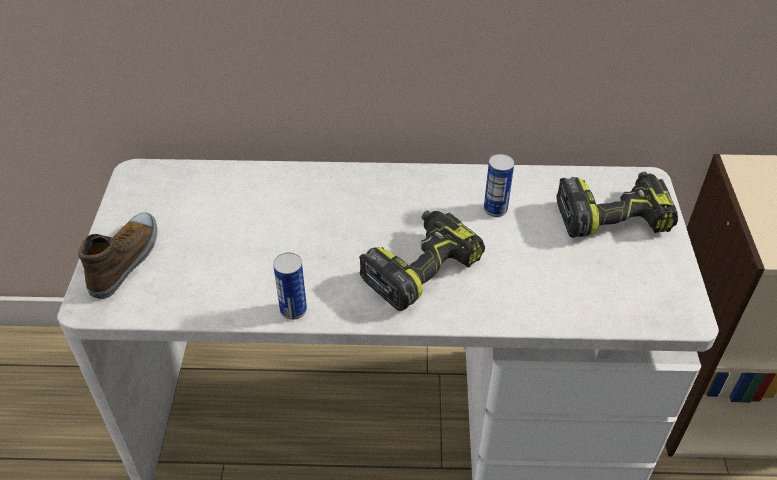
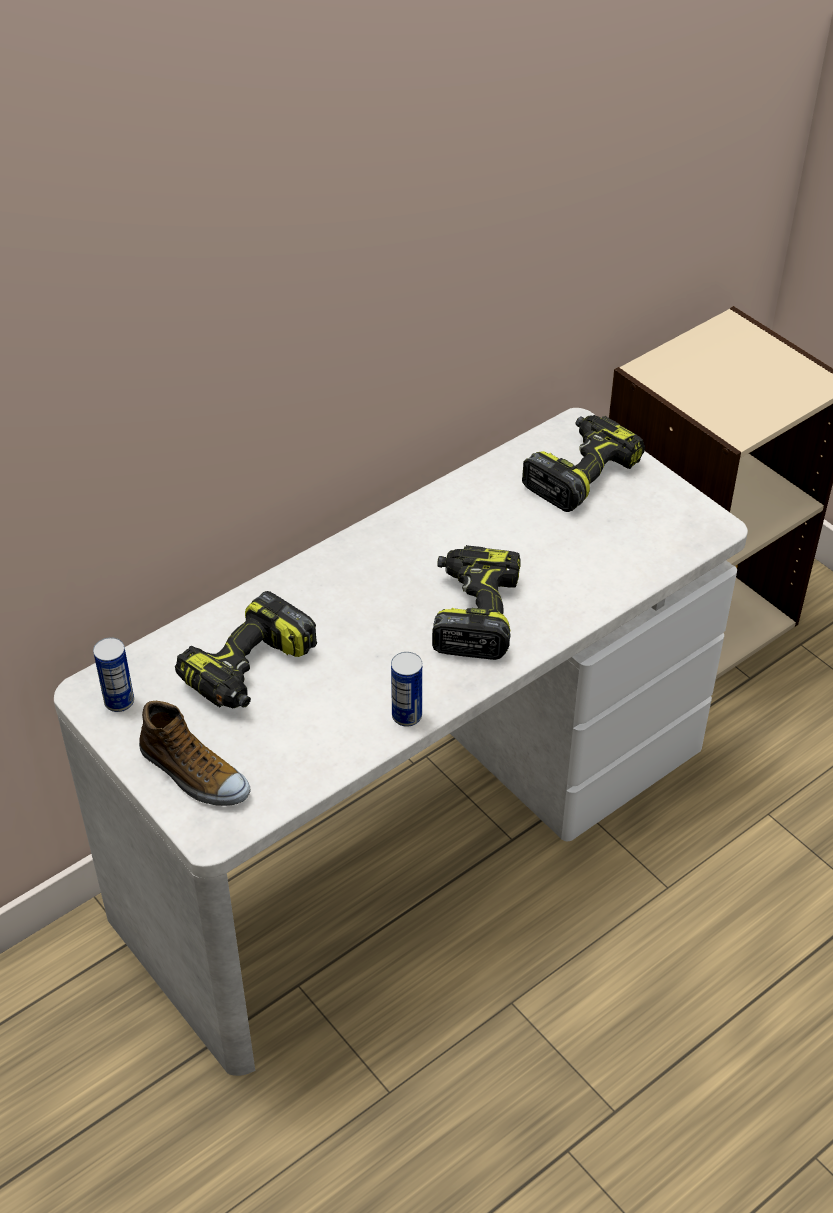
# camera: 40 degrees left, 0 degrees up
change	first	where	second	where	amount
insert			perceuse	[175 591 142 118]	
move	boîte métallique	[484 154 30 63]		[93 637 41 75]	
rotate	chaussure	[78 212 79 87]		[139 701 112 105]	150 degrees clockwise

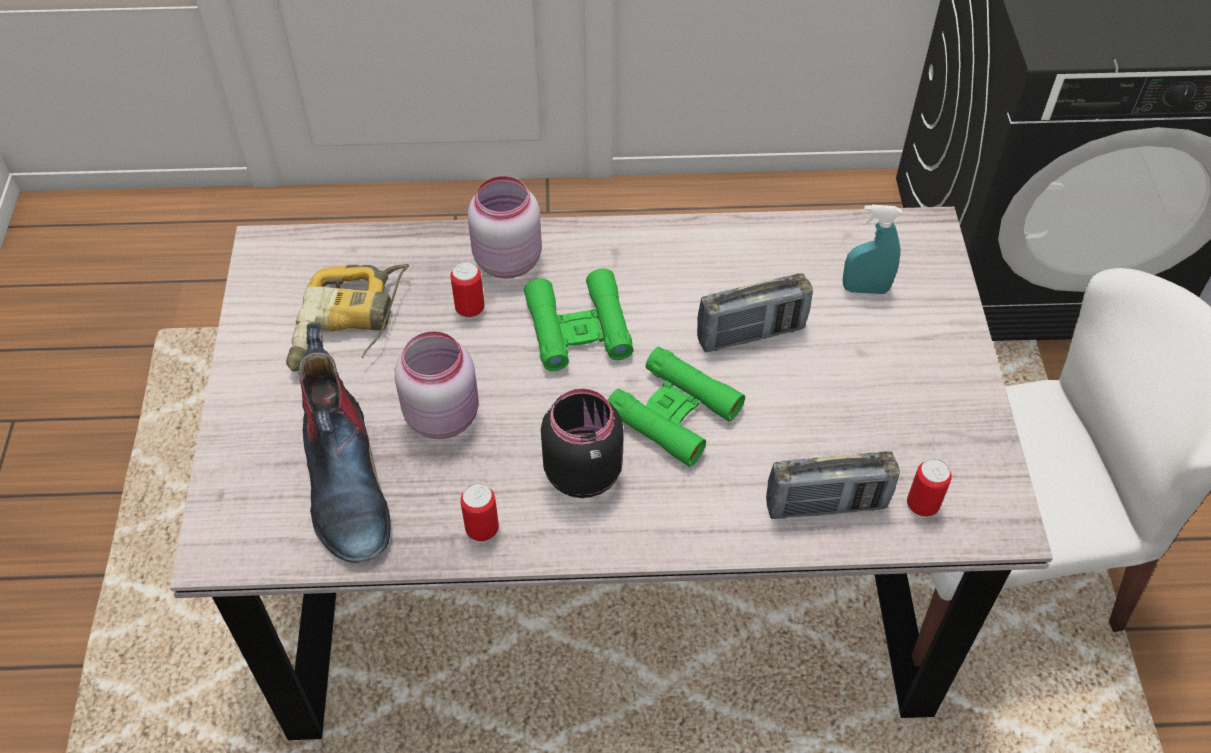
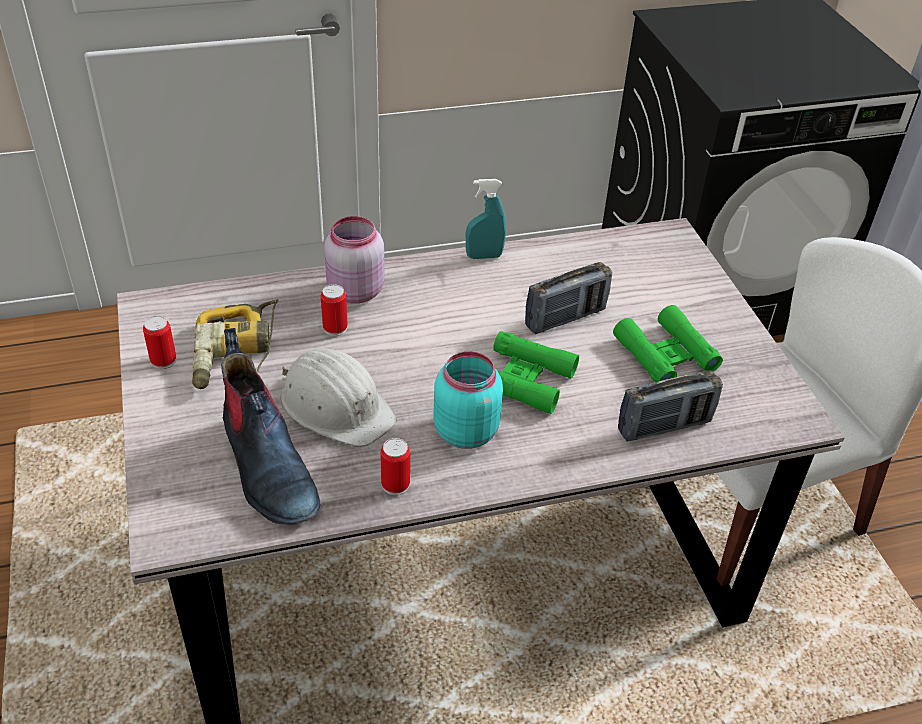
# camera: 15 degrees left, 10 degrees down
change	first	where	second	where	amount
move	jumelles [vert]	[524 269 109 102]		[613 305 110 77]	
move	vaporisateur [turquoise]	[843 205 59 89]		[466 179 40 80]	
move	boîte métallique	[907 458 45 61]		[143 316 33 53]	
replace	bocal [rose]	[395 331 84 108]	casque de chantier [blanc]	[280 349 117 98]	
recolor	bocal [noir]	[541 388 83 110]	bocal [turquoise]	[433 351 70 98]	

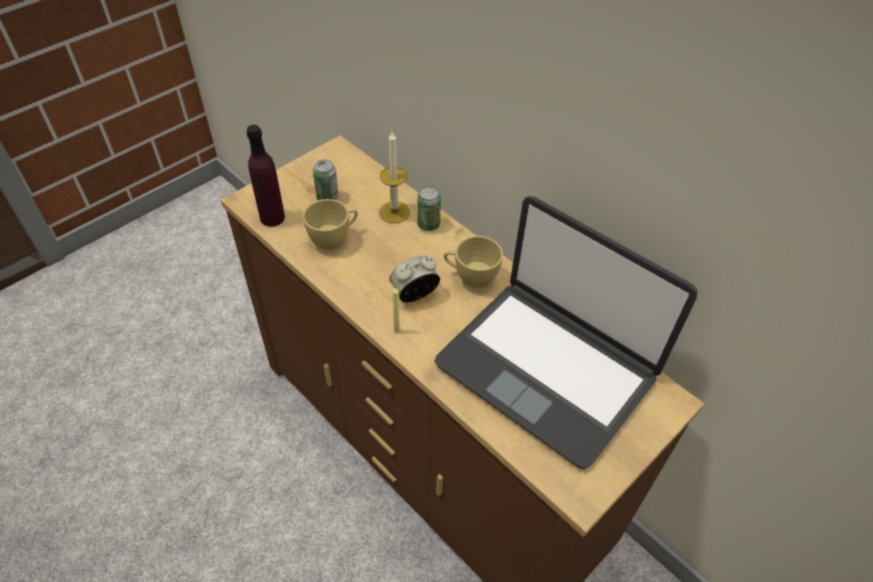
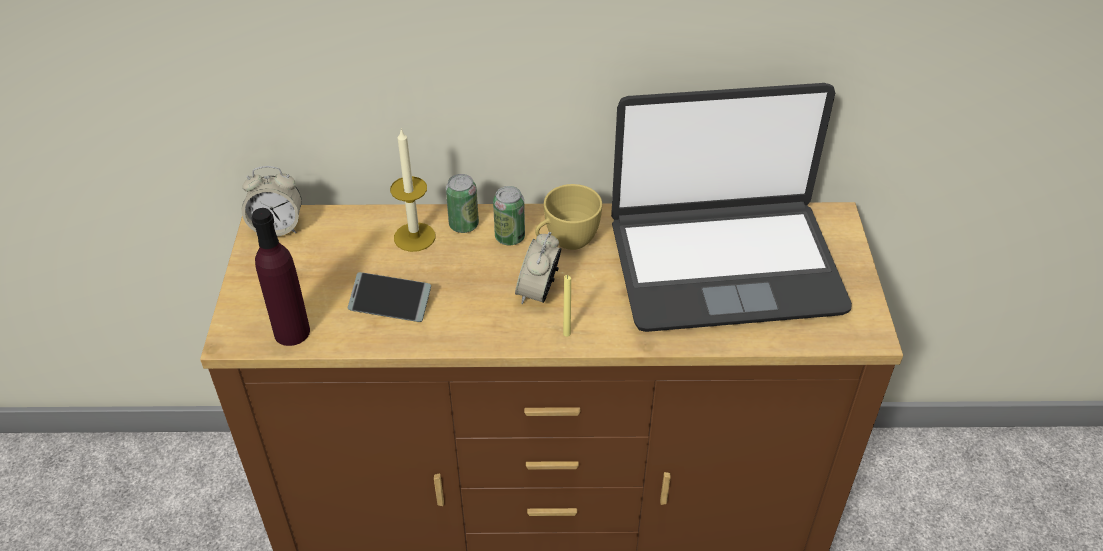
# camera: 45 degrees left, 5 degrees down
change	first	where	second	where	amount
insert			réveil	[242 166 60 70]	
move	boîte métallique	[313 160 26 40]		[493 186 32 59]	
replace	tasse [jaune]	[303 199 55 51]	téléphone	[348 272 83 50]	

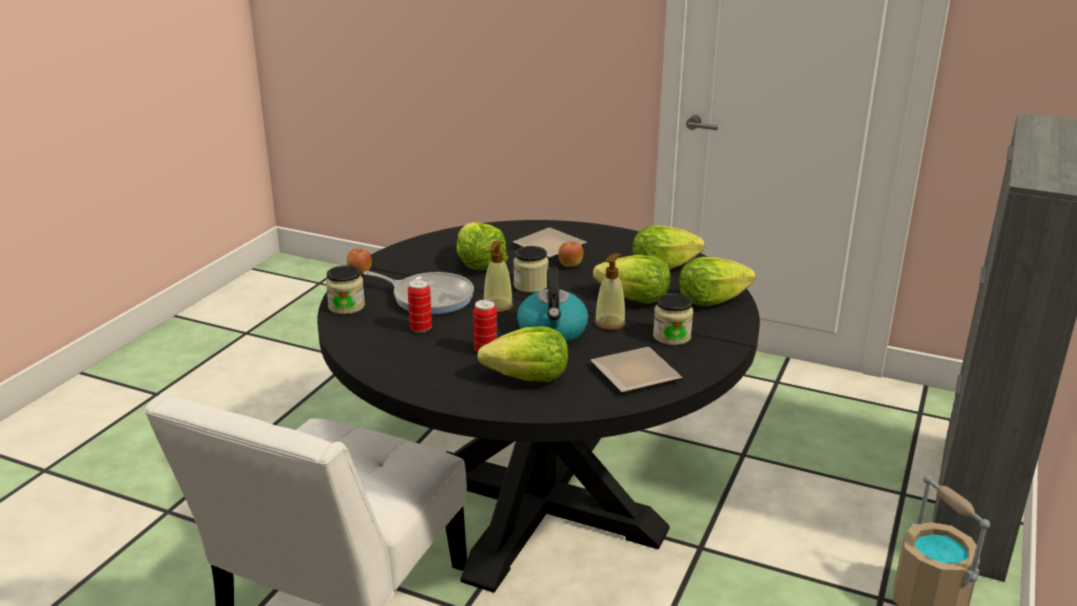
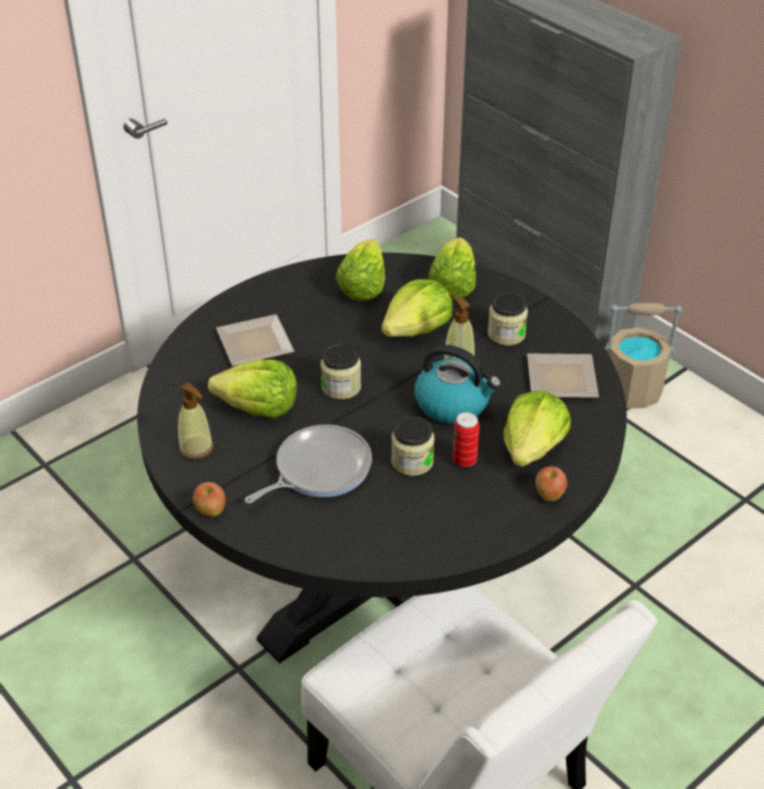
# camera: 65 degrees left, 15 degrees up
change	first	where	second	where	amount
delete	boîte métallique	[408 279 24 54]			
move	bocal	[326 265 39 49]		[391 416 44 60]	
move	distributeur de savon	[484 241 29 72]		[178 383 36 77]	
move	pomme	[558 242 26 25]		[536 466 31 36]	

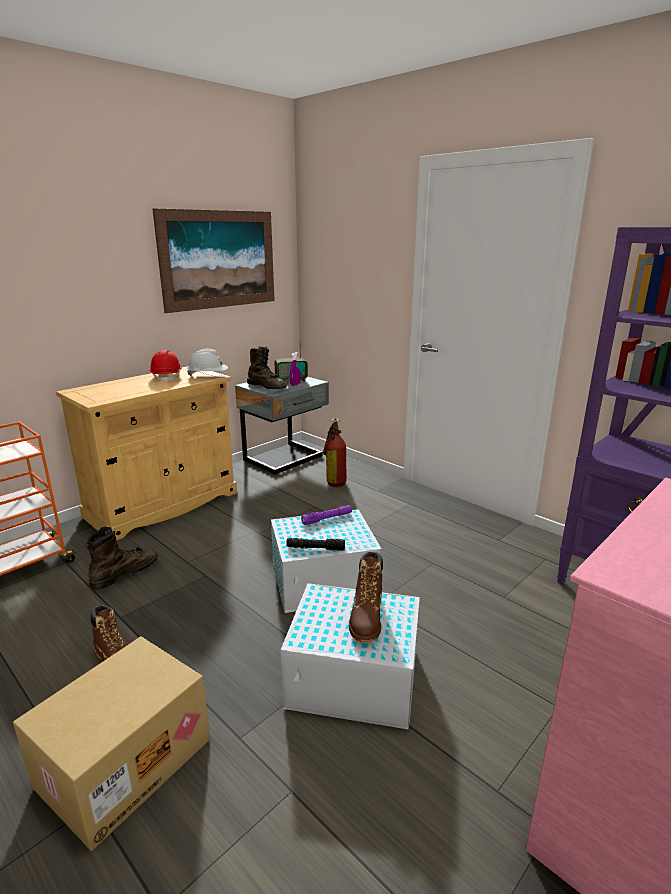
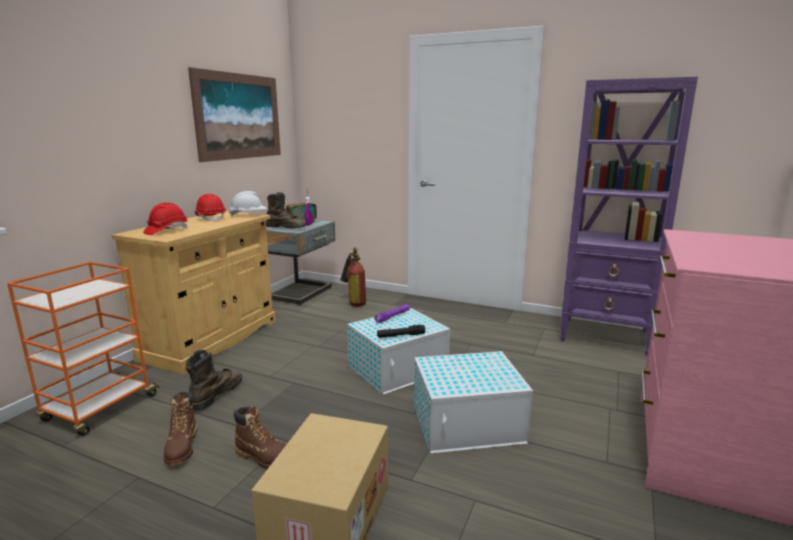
# camera: 20 degrees left, 5 degrees down
change	first	where	second	where	amount
insert			casque de chantier [rouge]	[143 202 45 33]	
move	botte [marron]	[349 552 34 90]		[164 391 33 75]	

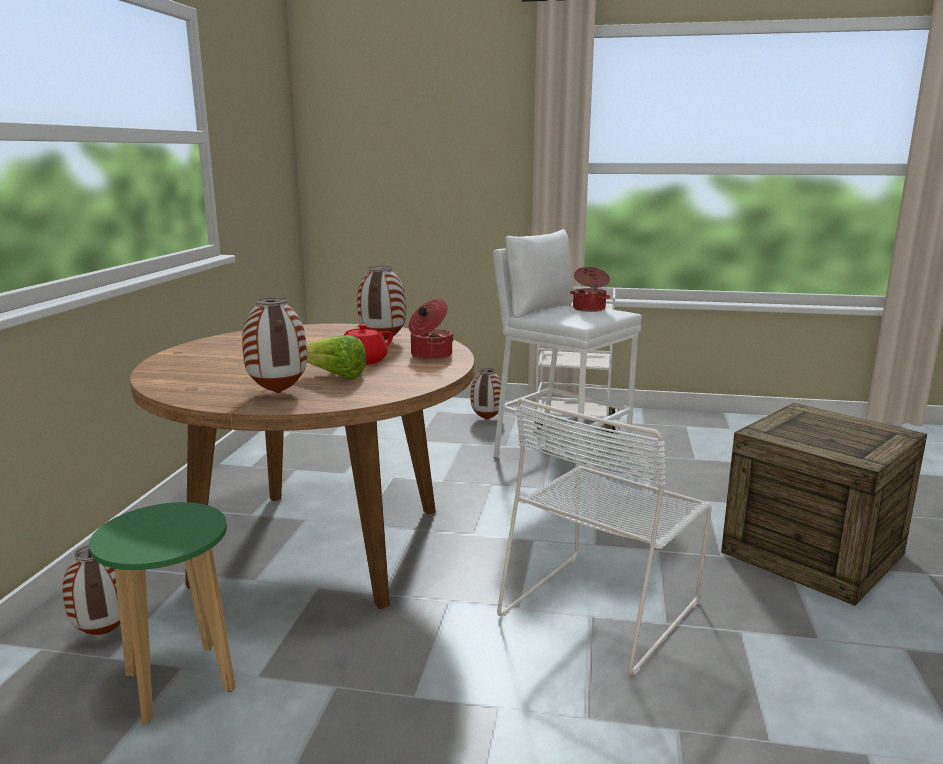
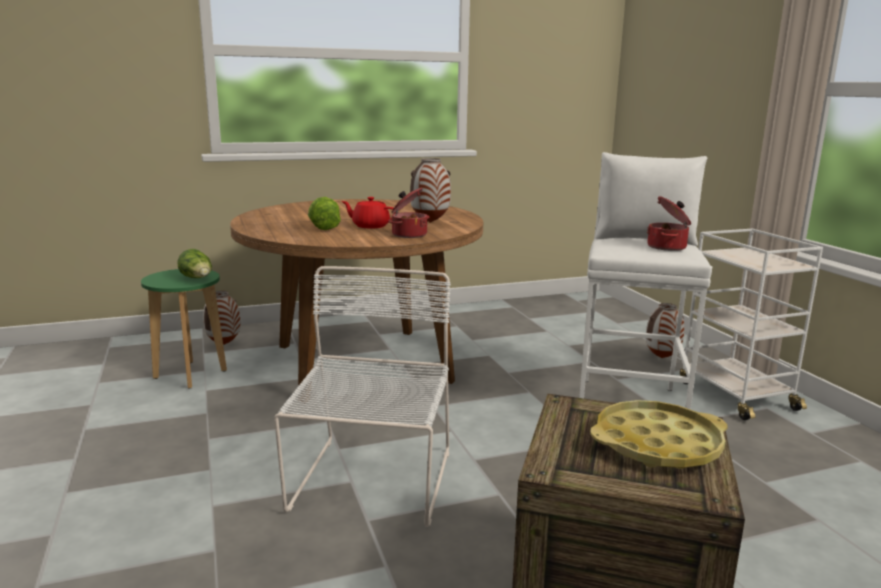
# camera: 60 degrees right, 0 degrees up
change	first	where	second	where	amount
delete	vase	[242 297 65 96]			
insert			laitue	[178 249 34 29]	
insert			plateau [jaune]	[590 400 138 69]	
rotate	chaise [blanc]	[497 398 215 277]		[274 266 177 261]	90 degrees clockwise

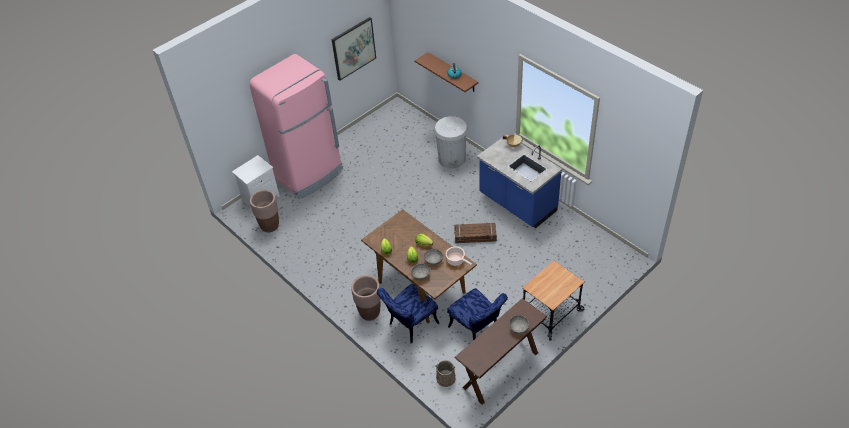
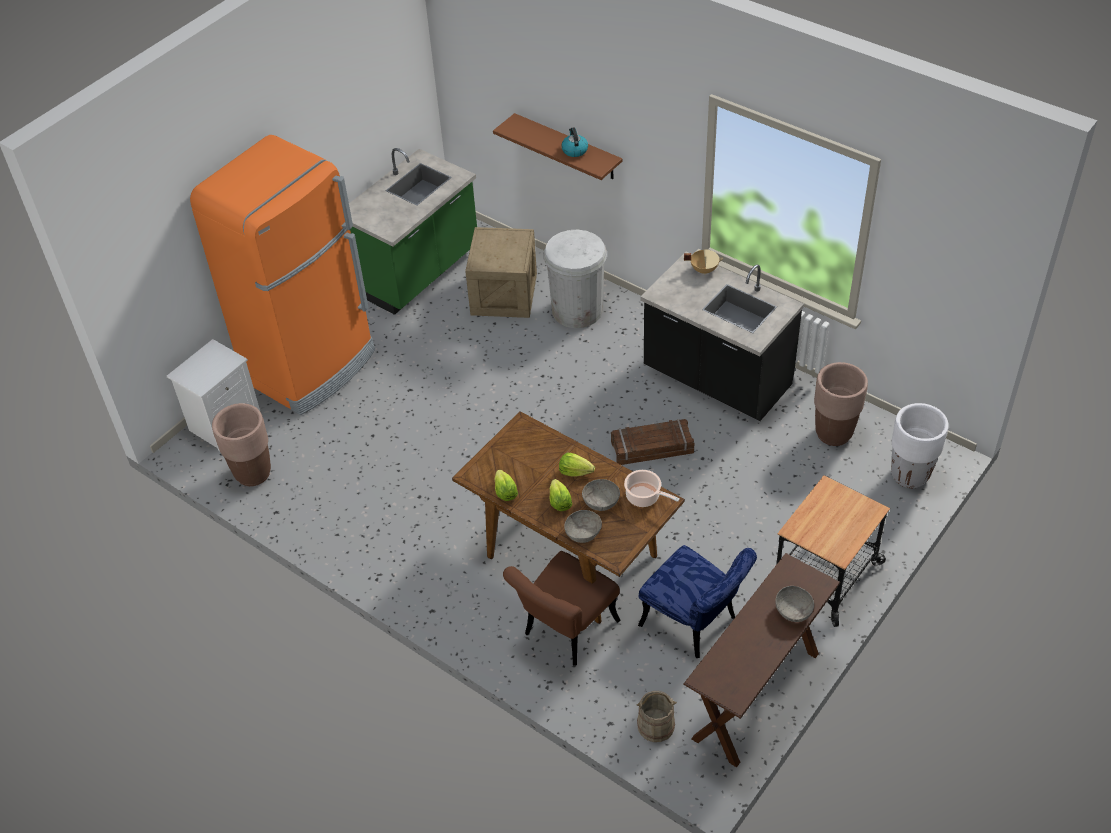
# camera: 10 degrees left, 0 degrees up
change	first	where	second	where	amount
delete	tableau	[331 17 45 64]			
insert			comptoir de cuisine [vert]	[349 148 128 167]	
insert			caisse	[465 227 72 91]	
insert			cache-pot [blanc]	[891 403 57 85]	
move	cache-pot [marron]	[351 275 30 46]		[814 362 54 84]	
recolor	réfrigérateur [rose]	[249 54 94 145]	réfrigérateur [orange]	[190 135 185 280]	
recolor	chaise [bleu]	[377 284 62 59]	chaise [marron]	[503 551 118 114]	
recolor	comptoir de cuisine [bleu]	[477 134 85 94]	comptoir de cuisine [noir]	[640 252 164 169]	

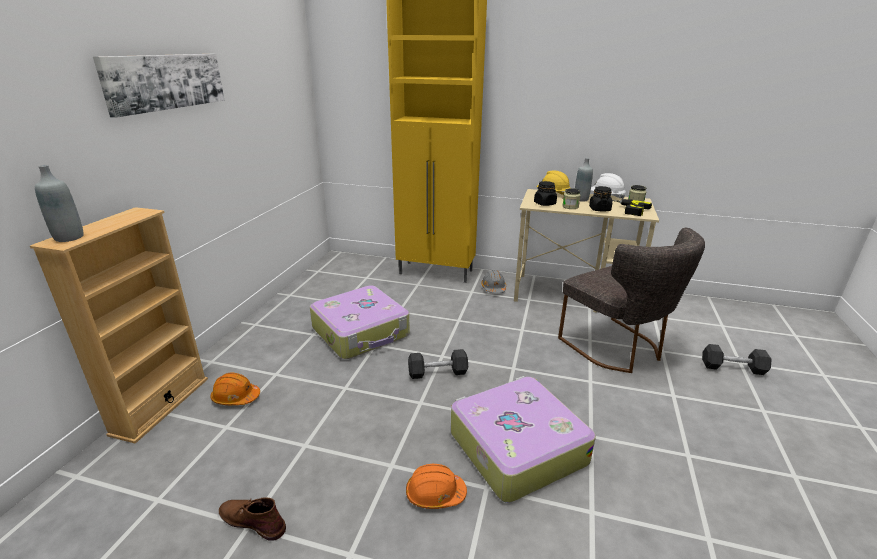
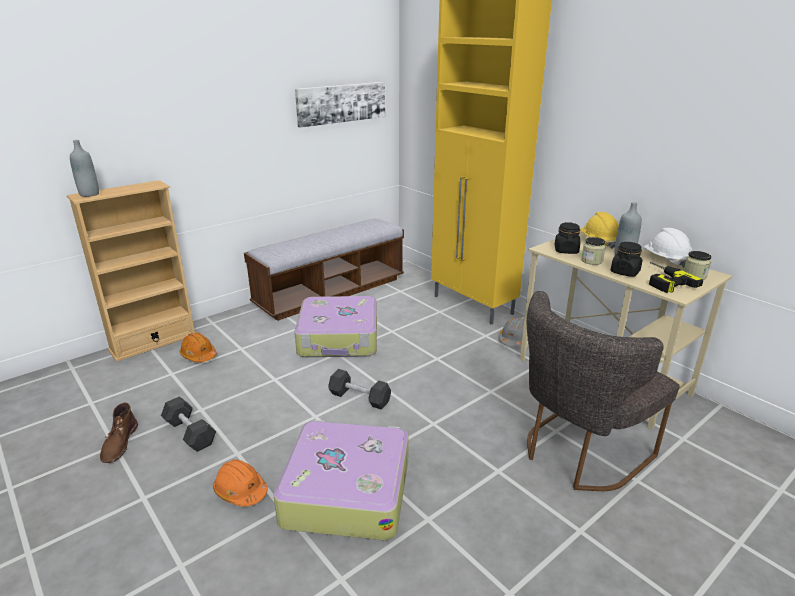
# camera: 35 degrees right, 0 degrees up
change	first	where	second	where	amount
insert			banc	[244 219 160 102]	
move	tableau	[93 54 132 64]		[295 82 90 46]	
move	haltère [noir]	[702 344 69 31]		[161 396 55 56]	
rotate	botte [marron]	[219 497 67 44]		[100 403 38 60]	150 degrees counterclockwise
rotate	chaise [gris]	[558 228 147 145]		[527 291 153 200]	45 degrees clockwise

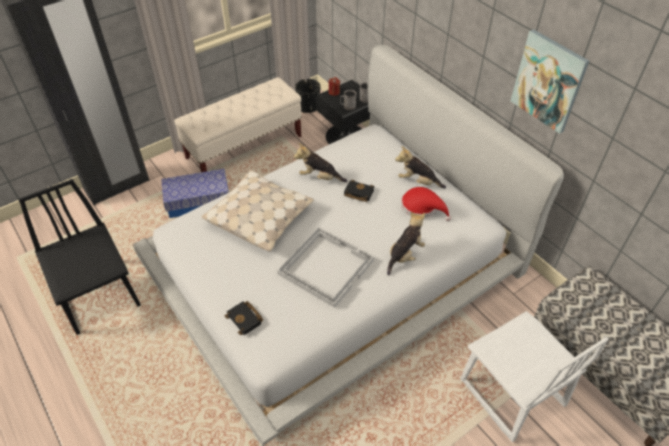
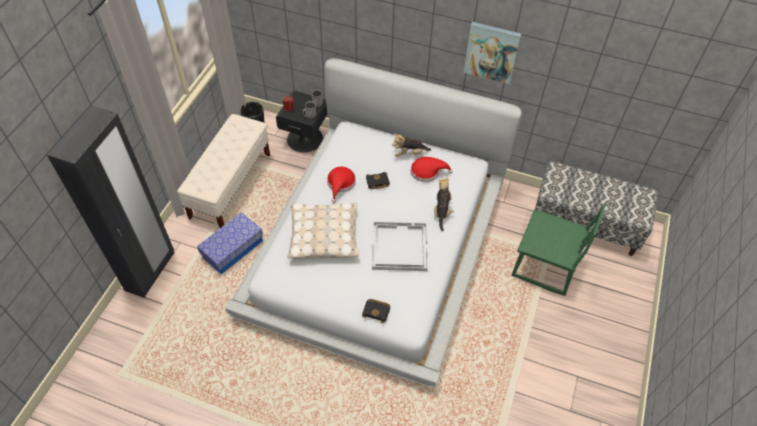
# camera: 35 degrees left, 5 degrees up
change	first	where	second	where	amount
delete	chaise [noir]	[18 179 123 156]			
replace	peluche	[294 143 53 39]	chapeau [rouge]	[327 167 29 36]	
recolor	chaise [blanc]	[460 311 149 131]	chaise [vert]	[511 203 95 93]	

